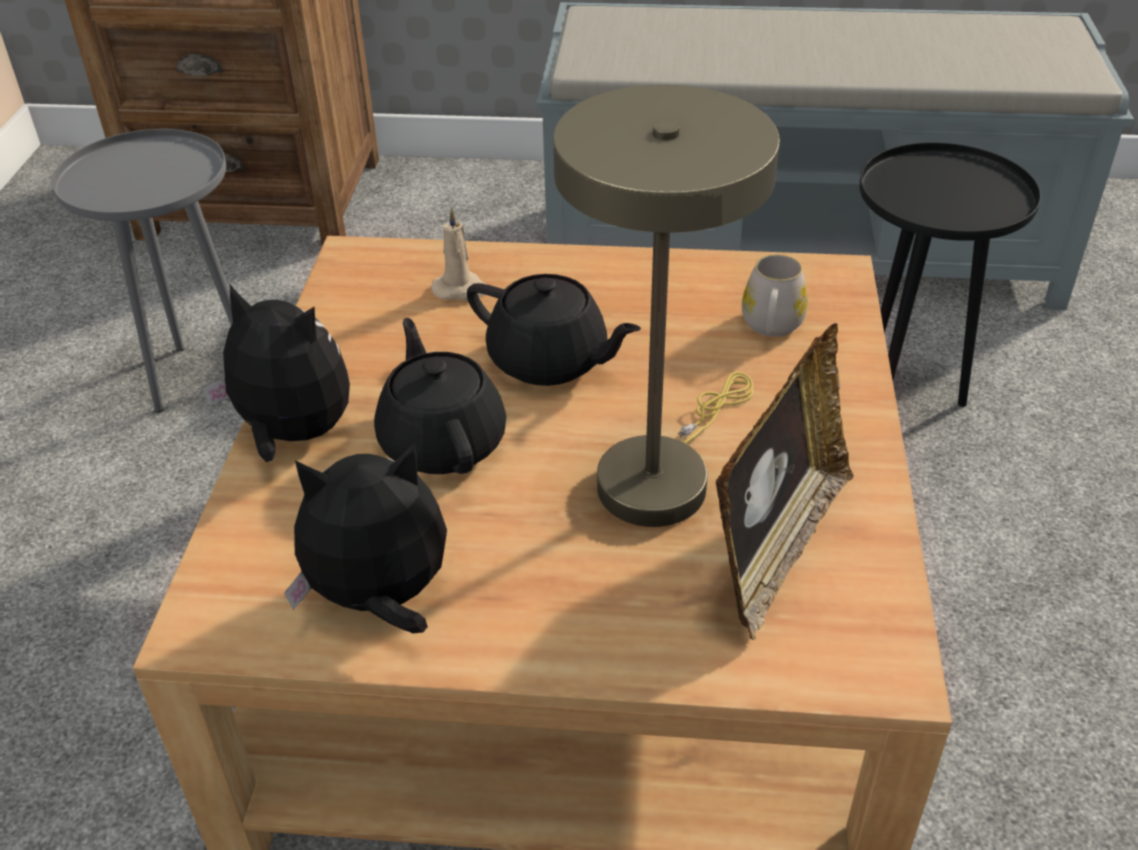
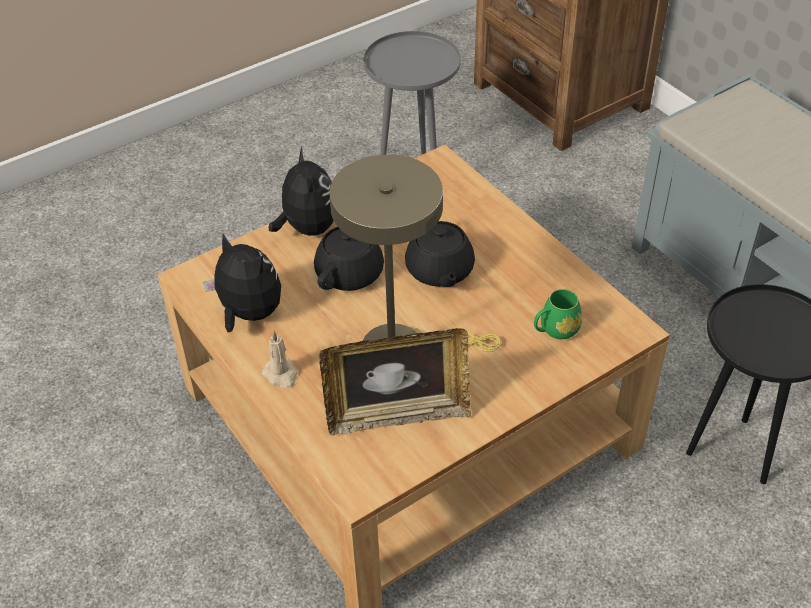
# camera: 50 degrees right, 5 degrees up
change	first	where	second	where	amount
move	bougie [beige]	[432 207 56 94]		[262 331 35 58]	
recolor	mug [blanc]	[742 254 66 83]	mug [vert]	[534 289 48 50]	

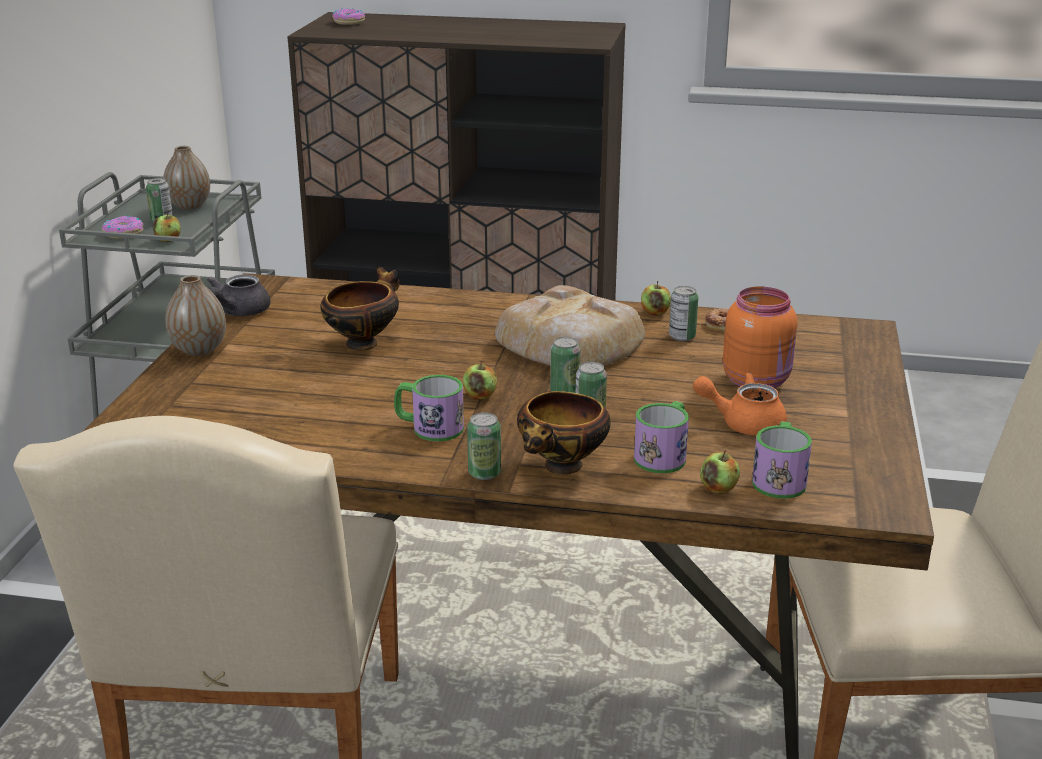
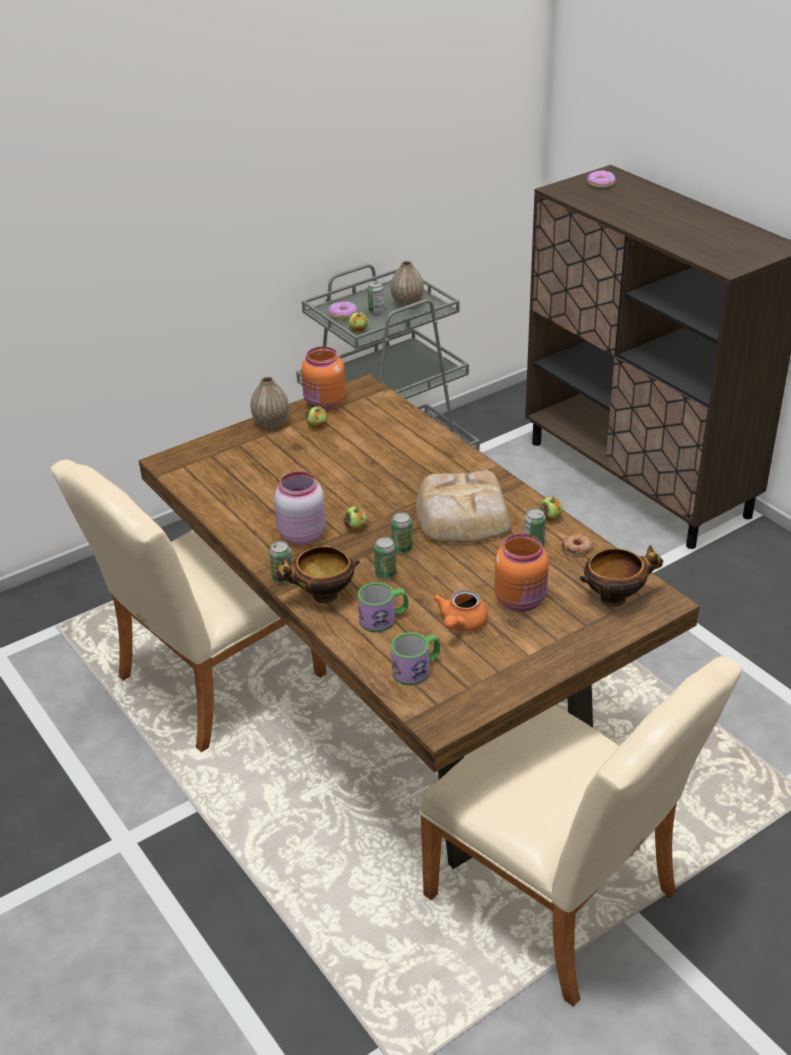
# camera: 45 degrees right, 10 degrees up
change	first	where	second	where	amount
move	bol	[321 266 78 85]		[580 545 83 62]	
move	pomme	[700 450 40 44]		[306 406 21 22]	
replace	théière [gris]	[207 274 63 42]	bocal [orange]	[301 346 44 64]	
replace	mug	[394 375 70 66]	bocal [rose]	[274 472 52 73]	
rotate	théière [orange]	[693 372 94 64]		[433 590 55 41]	120 degrees counterclockwise

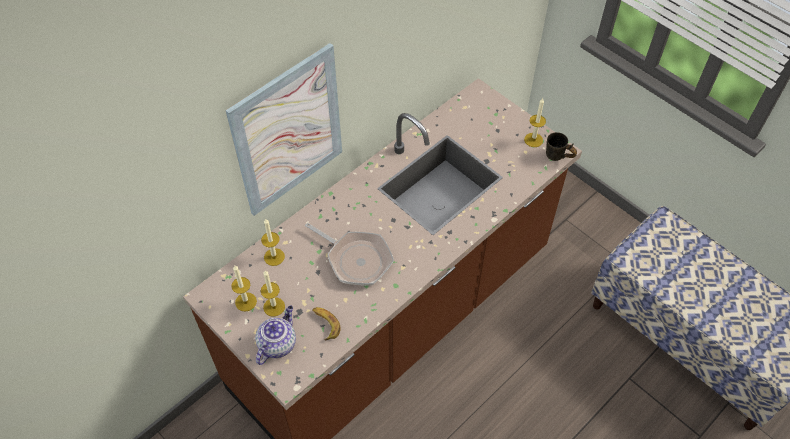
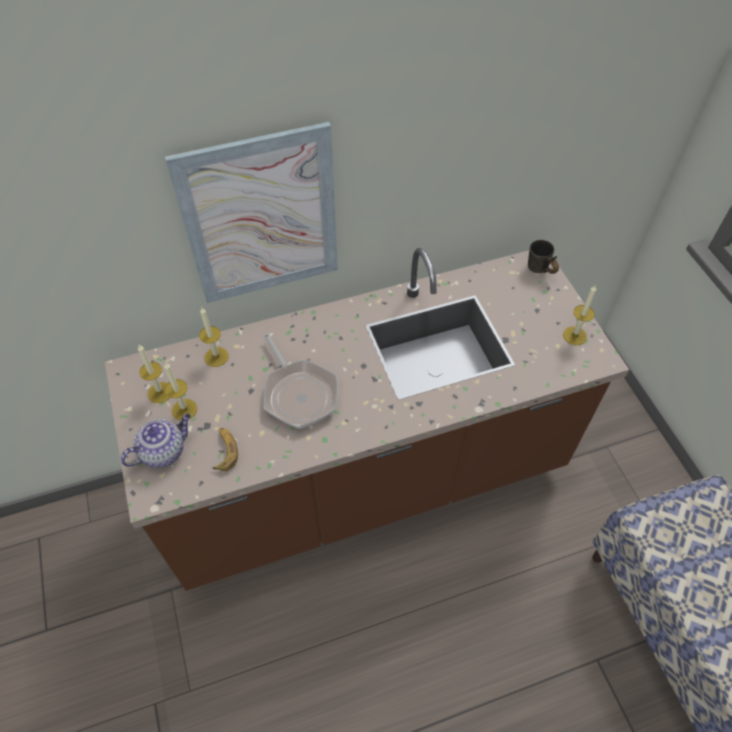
# camera: 25 degrees right, 0 degrees up
change	first	where	second	where	amount
move	mug [gris]	[546 132 31 29]		[528 240 31 34]	

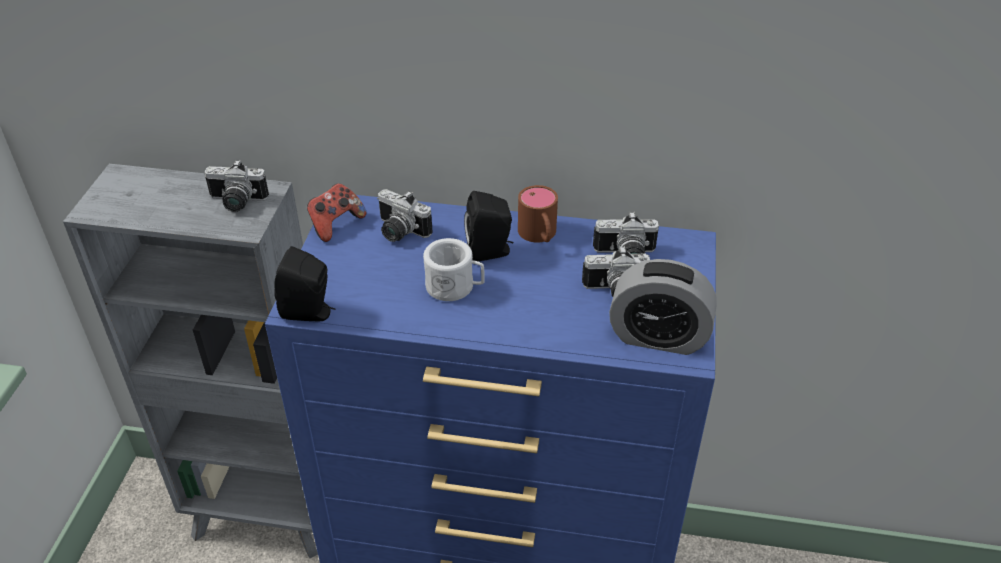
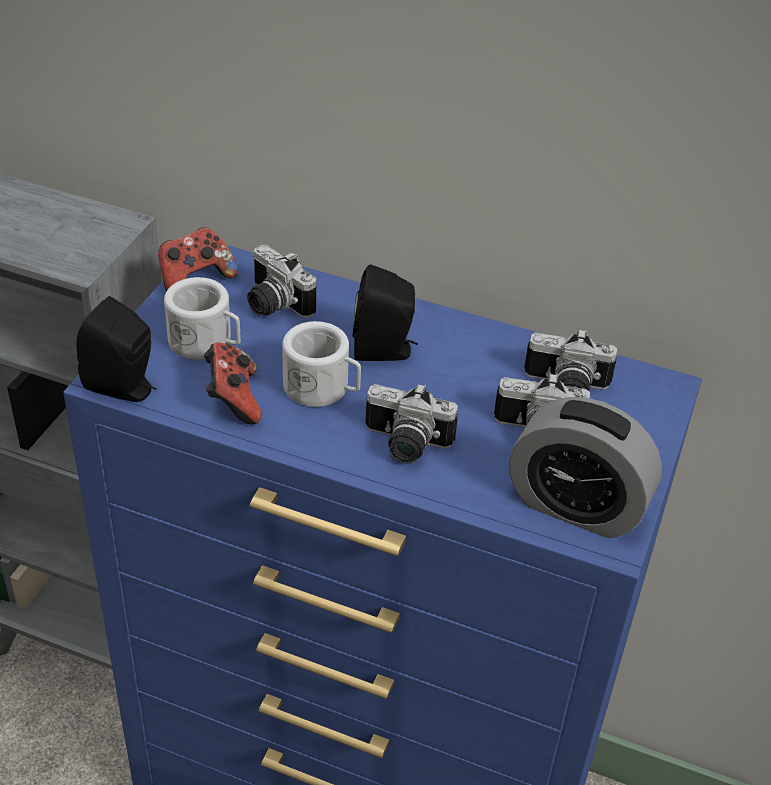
# camera: 10 degrees right, 0 degrees up
change	first	where	second	where	amount
delete	mug [marron]	[518 185 40 58]			
insert			mug [blanc]	[164 277 77 83]	
insert			manette	[204 343 57 82]	
move	appareil photo	[204 160 65 52]		[365 383 93 81]	

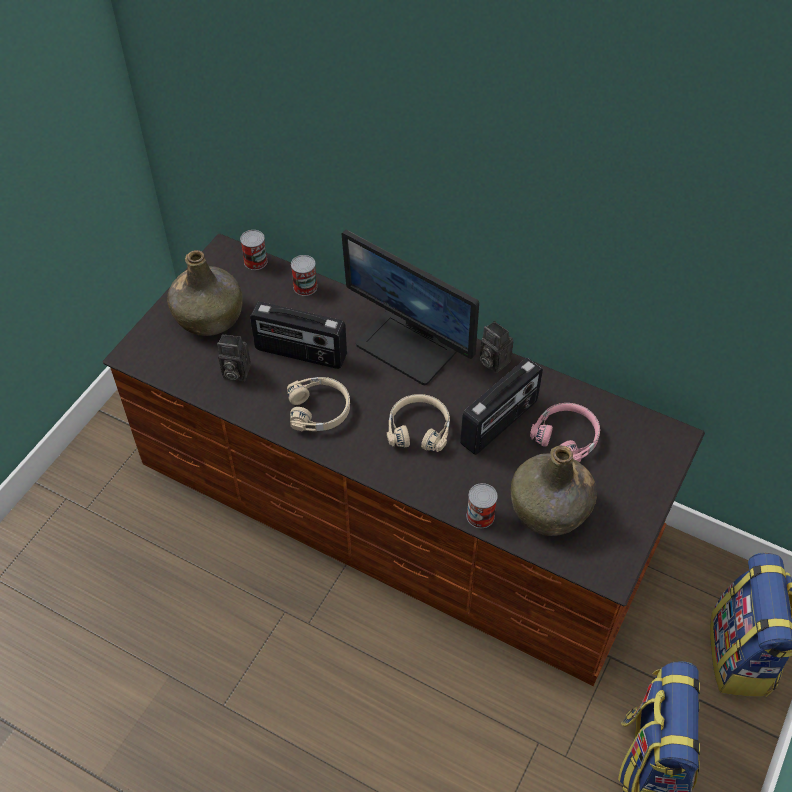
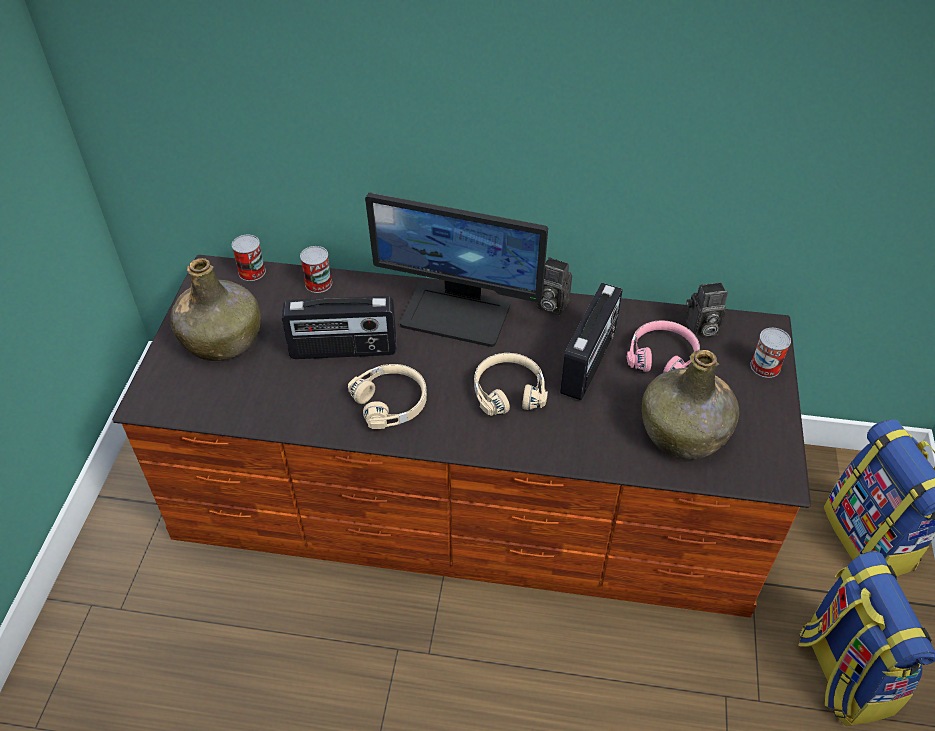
# camera: 20 degrees left, 5 degrees down
change	first	where	second	where	amount
move	appareil photo	[217 334 34 47]		[686 282 42 56]	
move	boîte métallique	[466 483 32 45]		[750 328 41 50]	

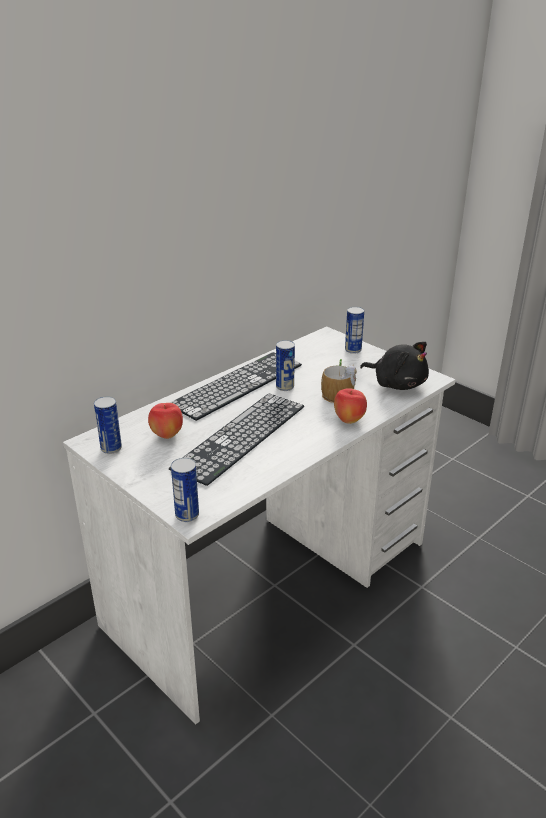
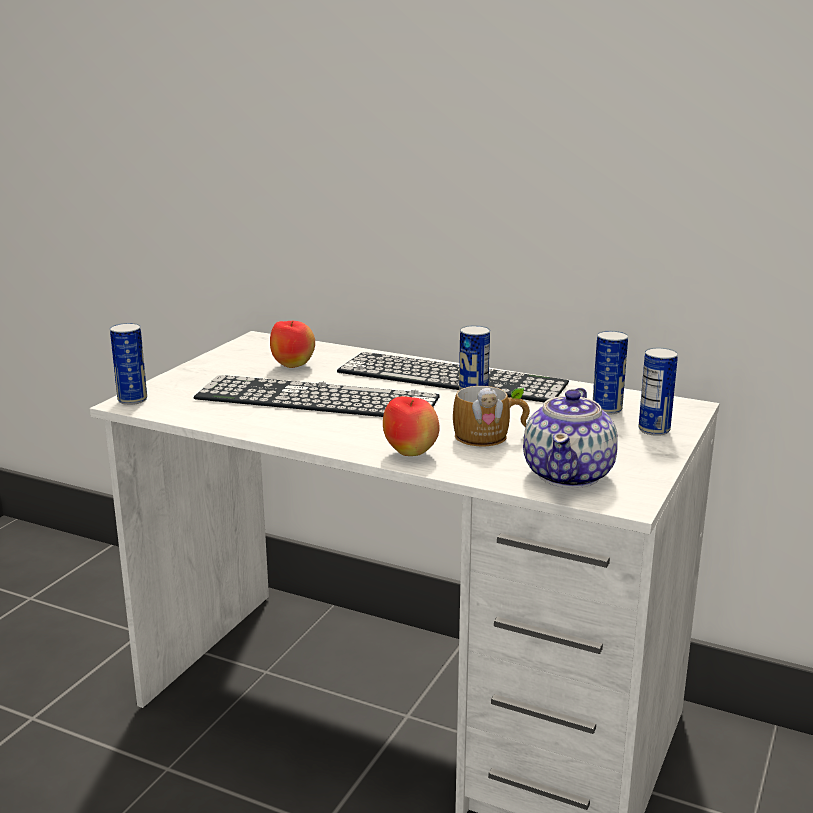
# camera: 70 degrees right, 10 degrees down
change	first	where	second	where	amount
move	boîte métallique	[94 396 28 58]		[593 331 35 83]	
replace	peluche [noir]	[360 342 69 48]	théière	[523 387 95 101]	

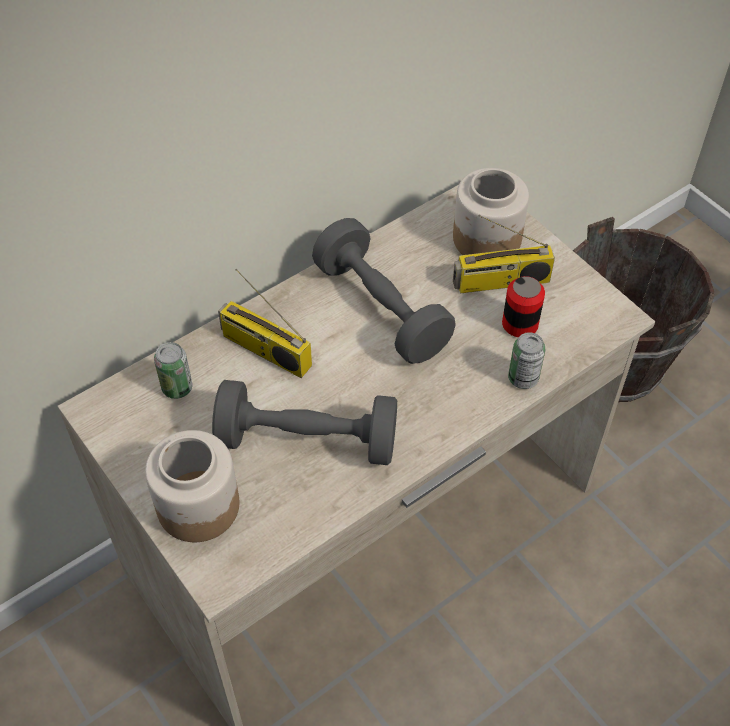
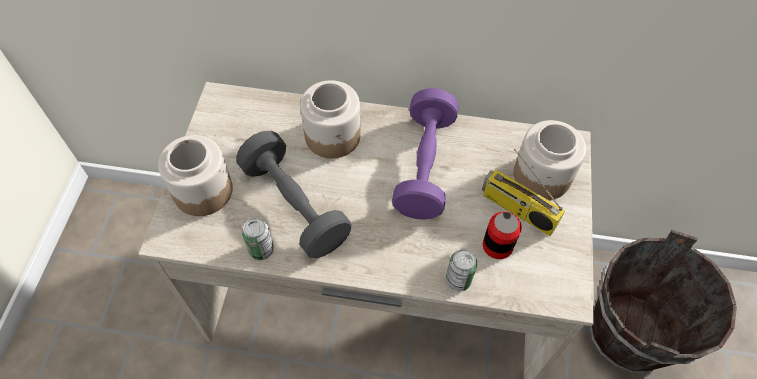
# camera: 45 degrees right, 5 degrees up
change	first	where	second	where	amount
move	boîte métallique	[154 342 39 57]		[242 218 32 42]	
replace	radio	[218 269 94 109]	bocal	[300 80 61 78]	
recolor	haltère [gris]	[312 218 144 146]	haltère [violet]	[392 88 67 132]	

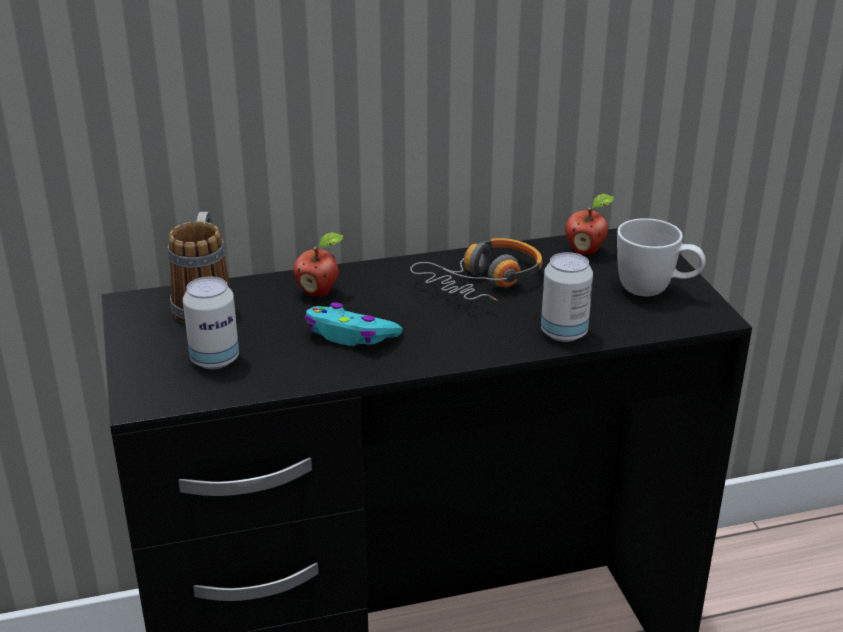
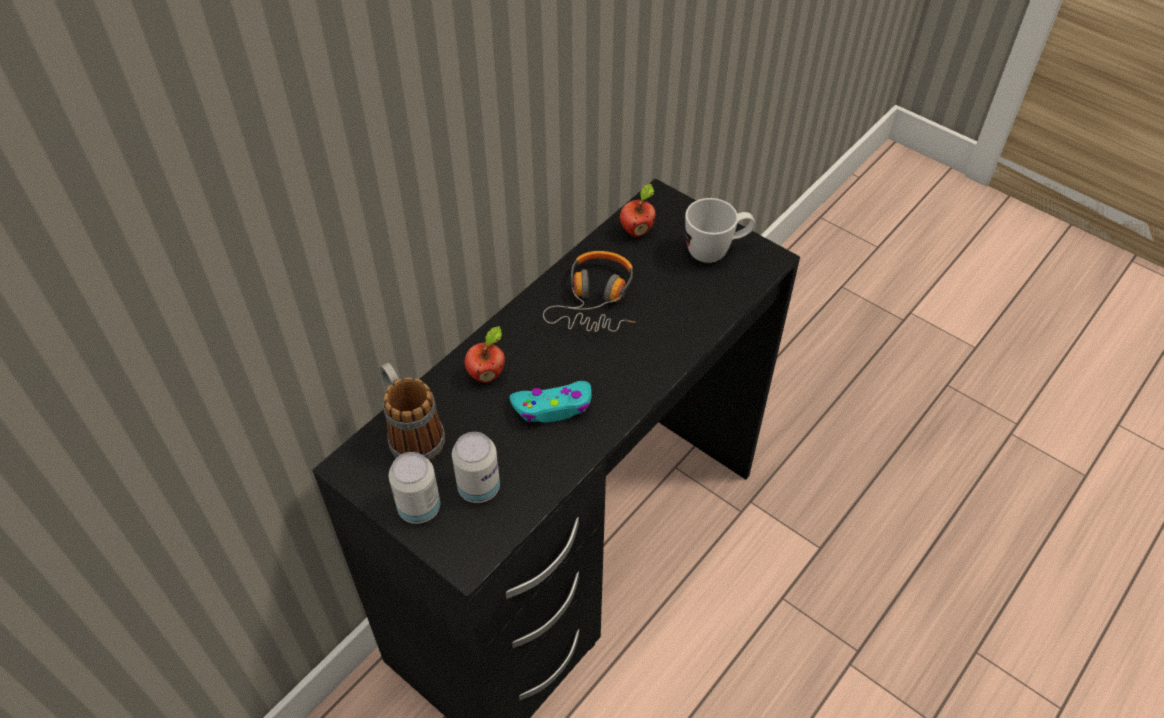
# camera: 35 degrees left, 20 degrees up
change	first	where	second	where	amount
move	boîte métallique	[541 252 52 90]		[389 452 51 72]	

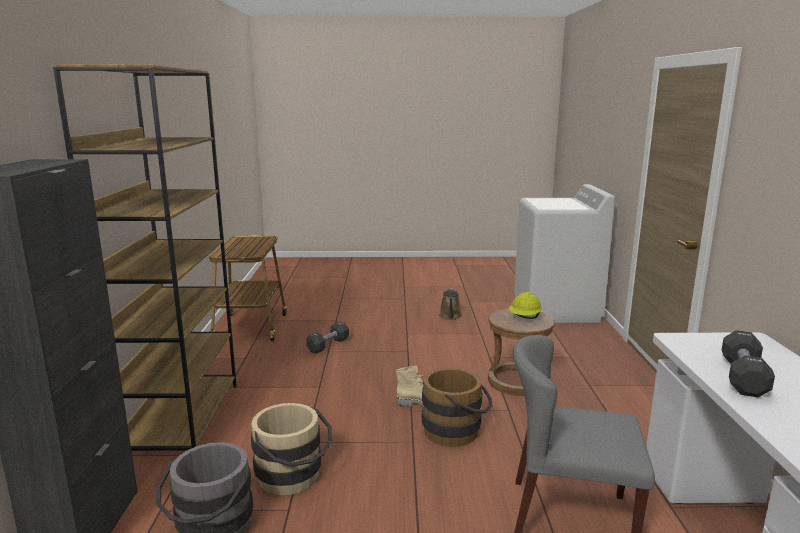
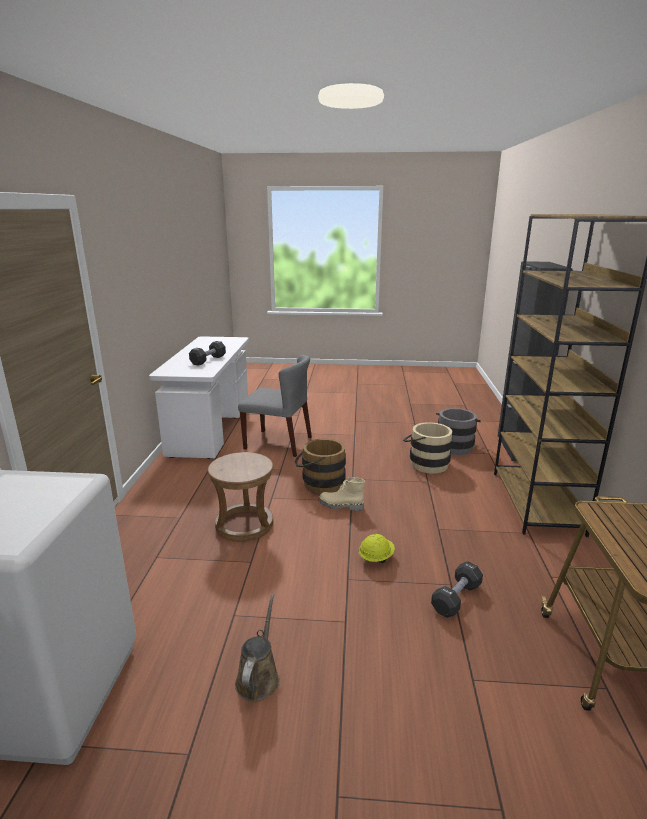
# camera: 175 degrees left, 5 degrees up
change	first	where	second	where	amount
move	casque de chantier [jaune]	[509 292 33 27]		[359 534 36 29]	

